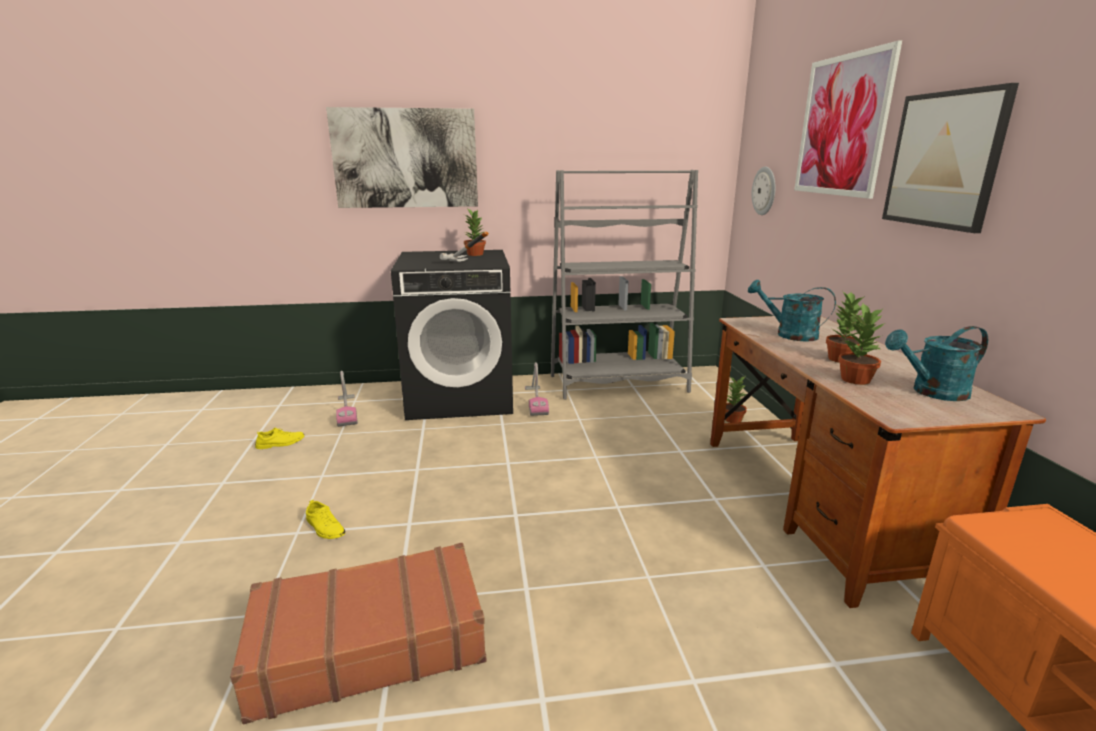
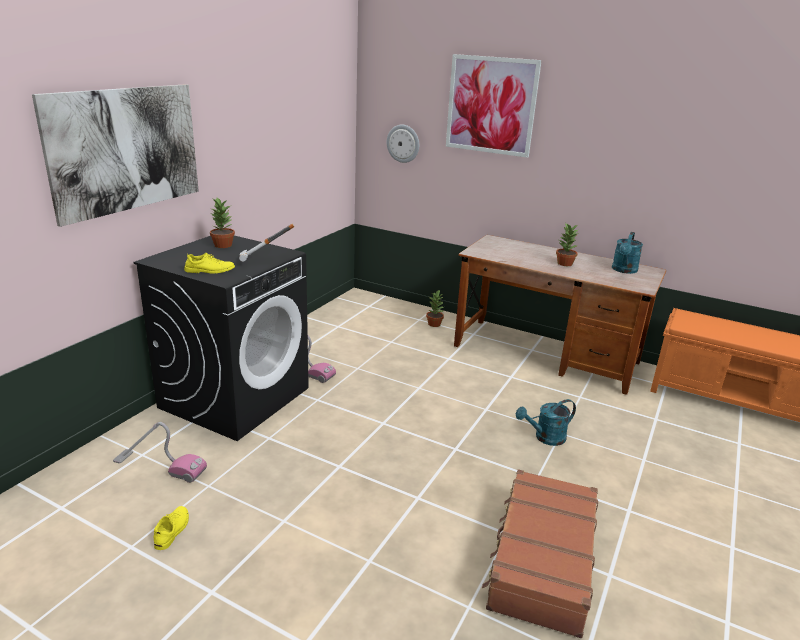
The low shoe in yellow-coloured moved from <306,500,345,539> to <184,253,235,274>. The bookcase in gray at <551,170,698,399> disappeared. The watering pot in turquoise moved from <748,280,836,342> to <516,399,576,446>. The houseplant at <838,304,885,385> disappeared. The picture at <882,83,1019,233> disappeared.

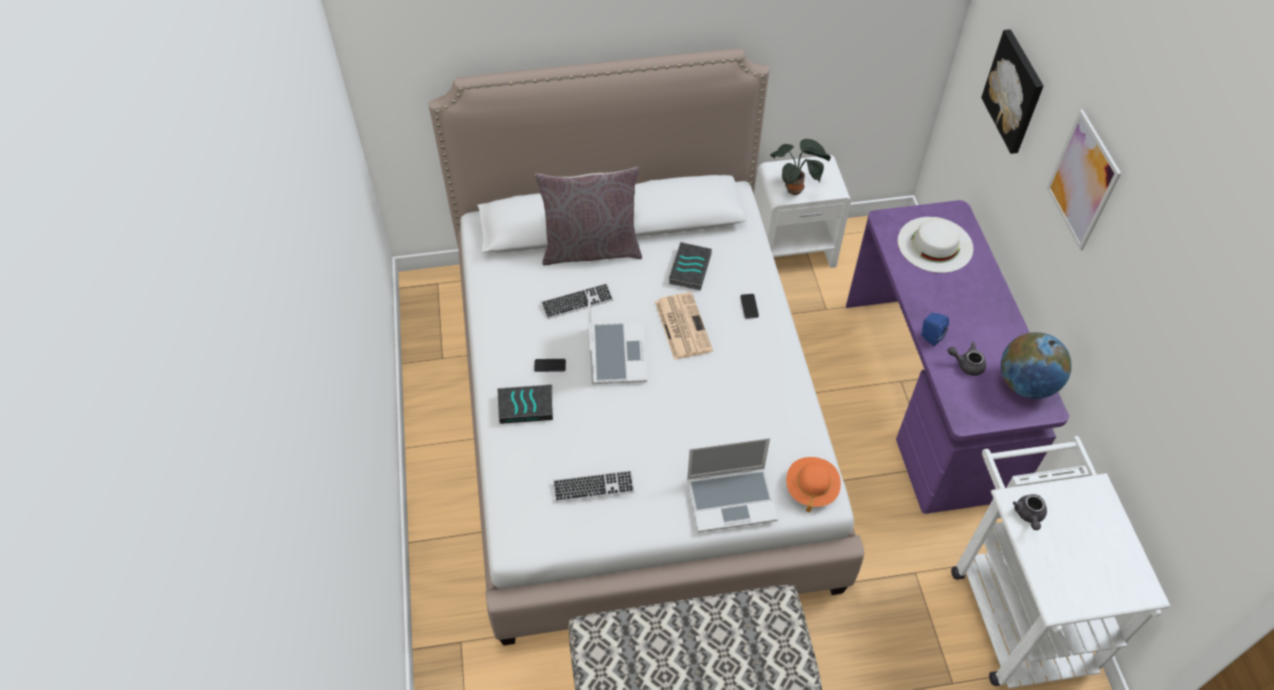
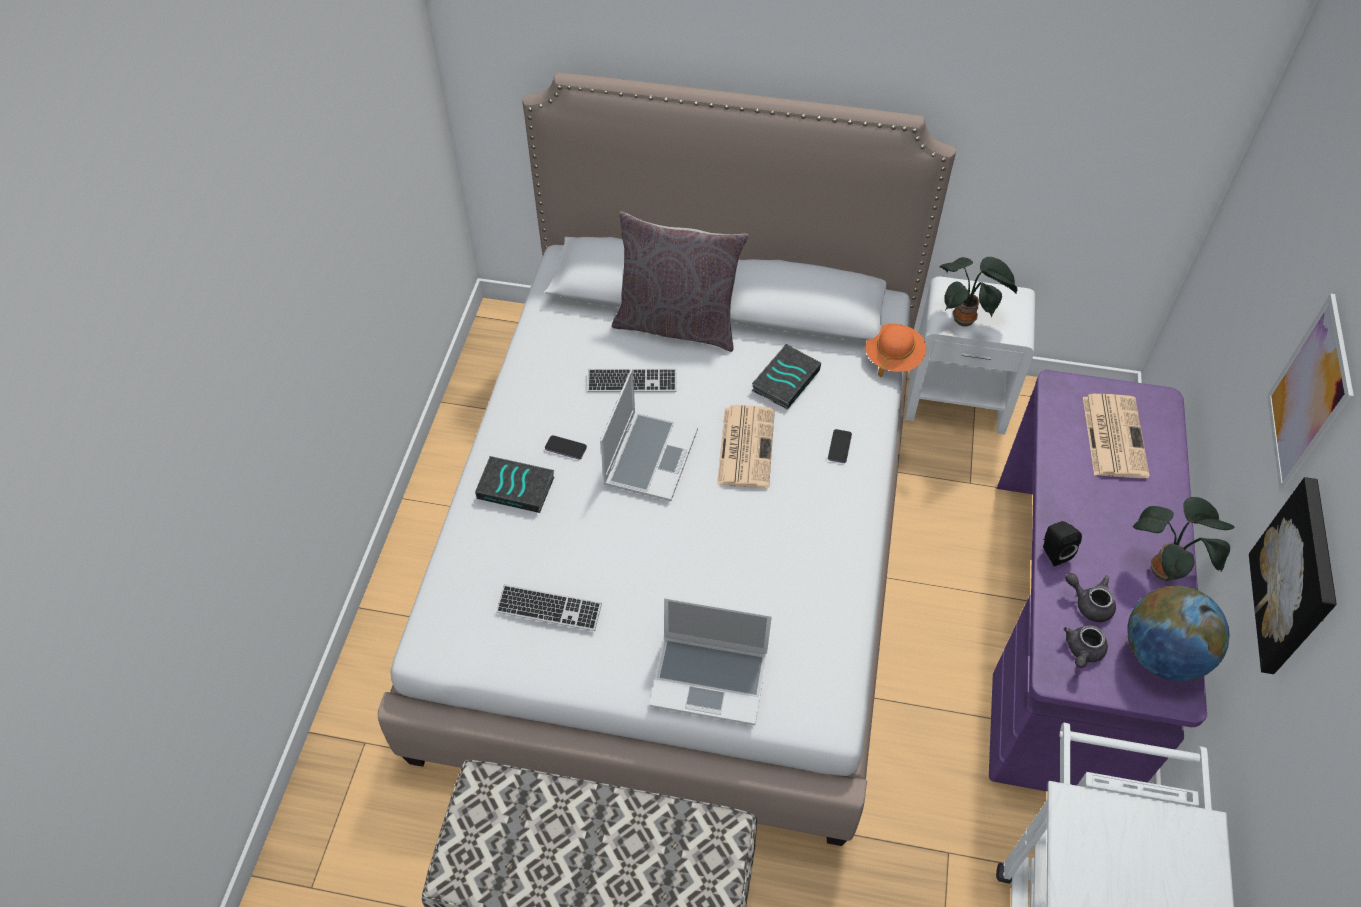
The wearable hat in orange-coloured moved from <786,457,841,512> to <866,324,926,377>. The wearable hat in whitish at <898,217,973,273> was replaced by the daily paper at <1083,394,1150,478>. The audio speaker in blue-coloured at <921,313,949,346> became the audio speaker in black-coloured at <1043,521,1082,566>. The picture moved from <981,29,1043,154> to <1249,477,1337,674>. The tea pot in gray moved from <1013,494,1047,530> to <1063,625,1108,668>. The houseplant at <1133,497,1234,581> appeared.

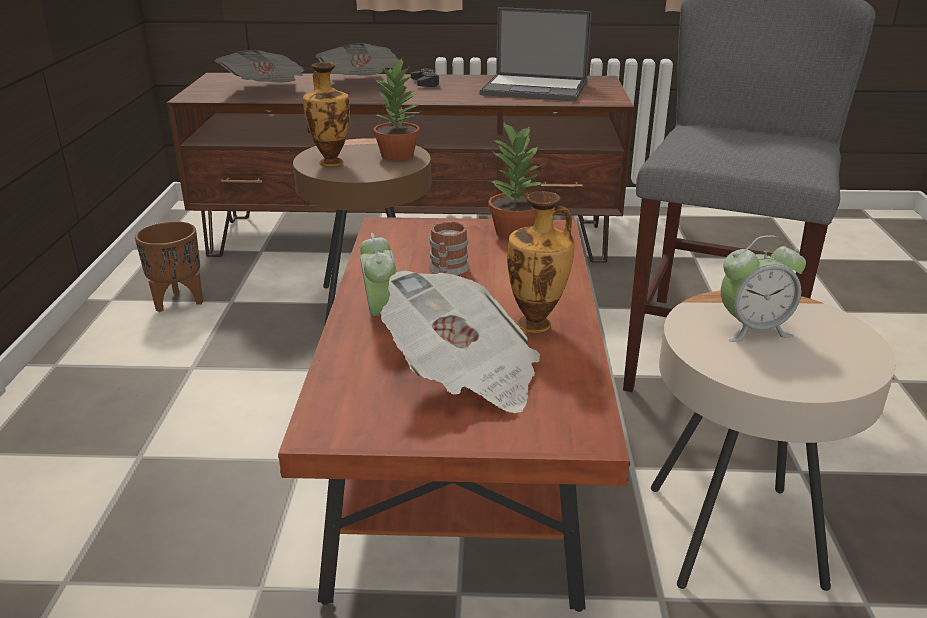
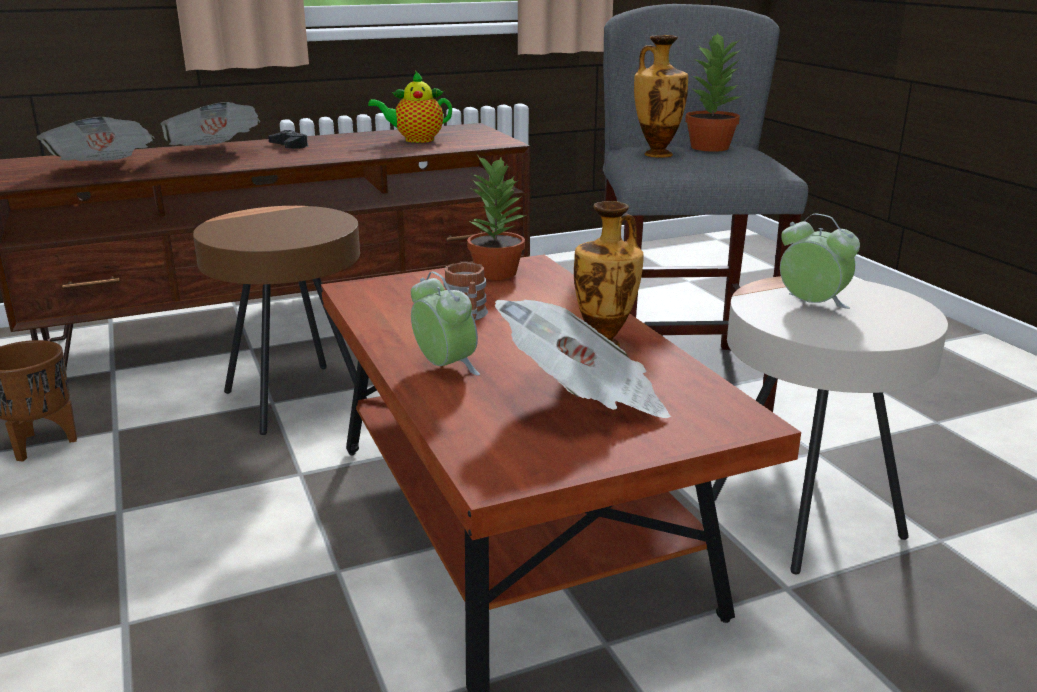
The vase moved from <303,62,350,167> to <634,35,688,158>. The houseplant moved from <373,58,420,161> to <685,32,742,152>. The portable computer at <480,7,592,101> was replaced by the tea pot at <368,71,452,143>. The table clock at <721,235,806,342> turned 105 degrees counterclockwise.

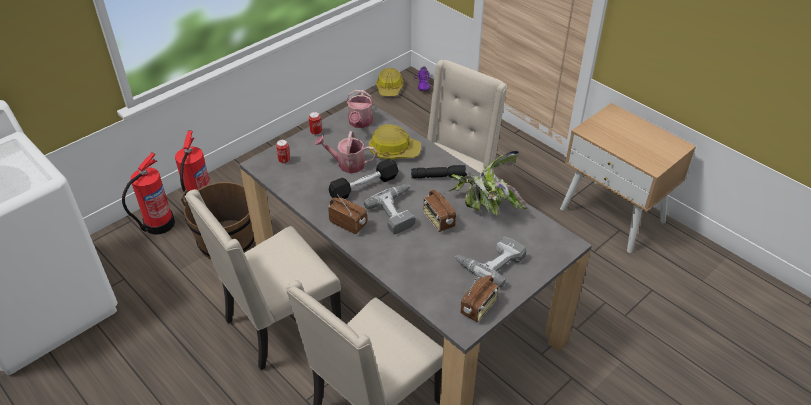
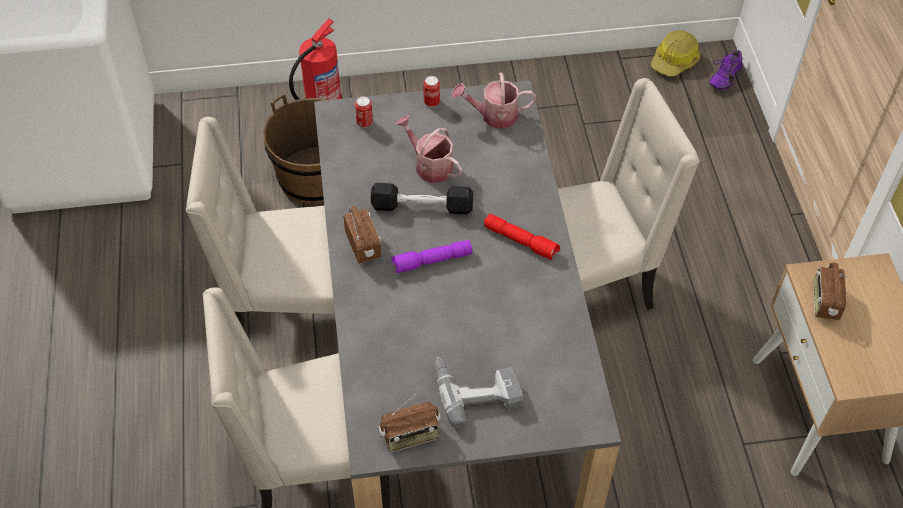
The extinguisher at <122,152,175,235> disappeared. The watering pot at <346,90,374,128> turned 45 degrees clockwise. The power drill at <364,184,416,234> was replaced by the torch in purple at <391,240,473,273>. The work helmet at <368,124,421,159> disappeared. The torch in black-coloured at <411,165,467,179> became the torch in red-coloured at <484,214,560,260>. The radio set moved from <423,190,456,232> to <813,262,850,320>. The houseplant at <449,151,528,216> disappeared.

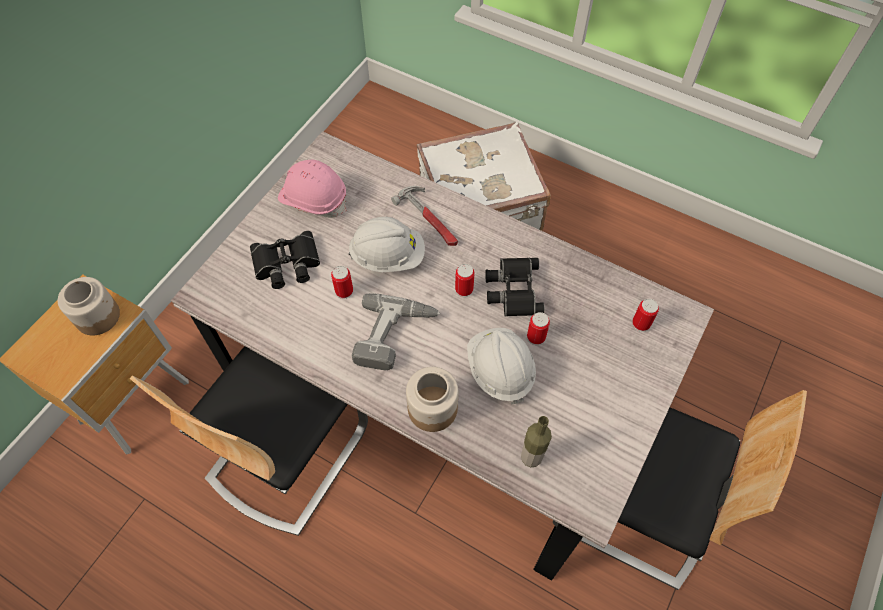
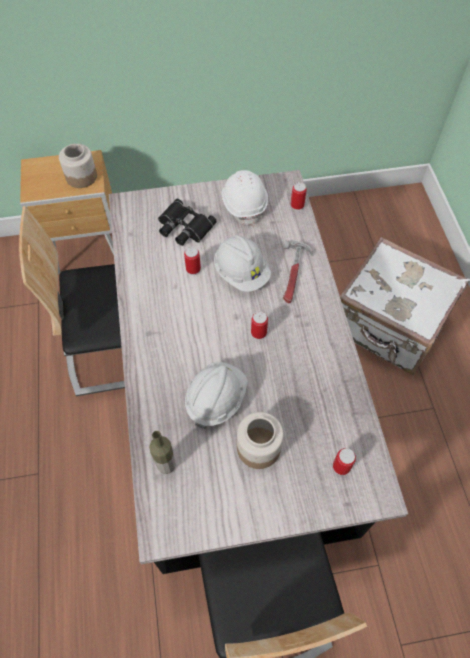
The work helmet in pinkish at <278,160,346,218> became the work helmet in whitish at <221,170,268,226>. The power drill at <352,293,440,370> disappeared. The storage jar moved from <406,367,458,432> to <237,412,284,469>. The field glasses in black-coloured at <485,258,545,316> disappeared. The metal can moved from <527,312,550,345> to <291,182,307,211>.

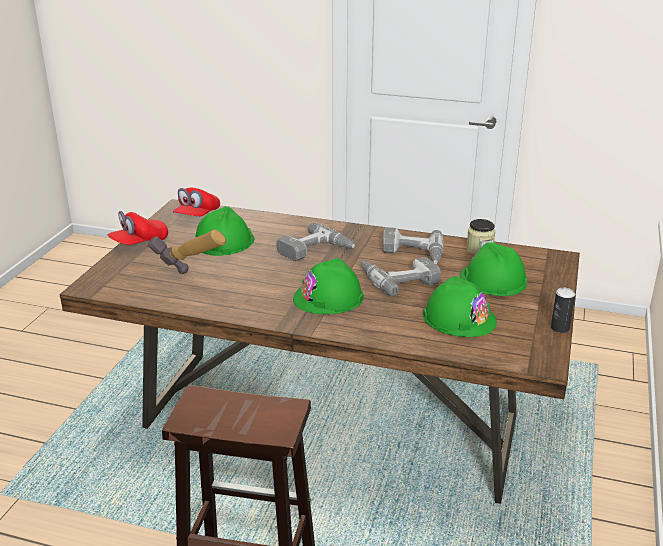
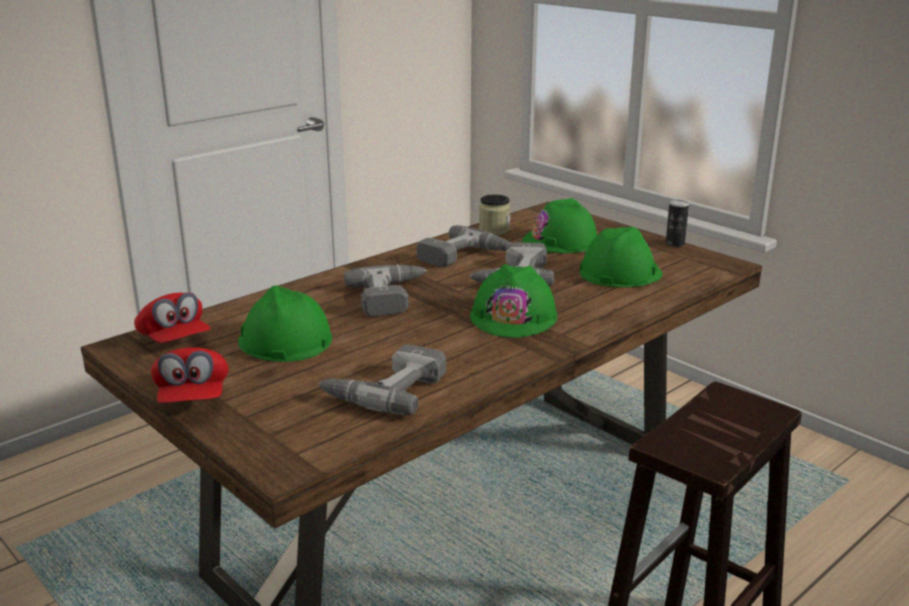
The tool hammer at <148,230,226,274> was replaced by the power drill at <319,344,446,415>.

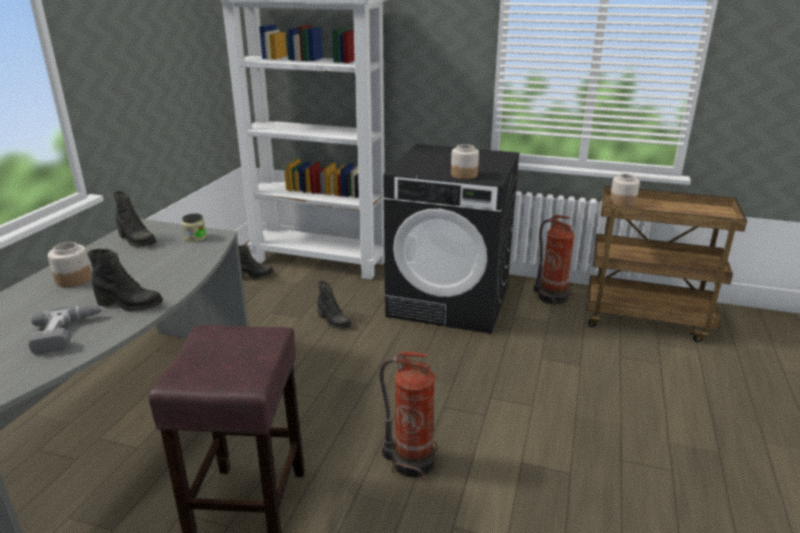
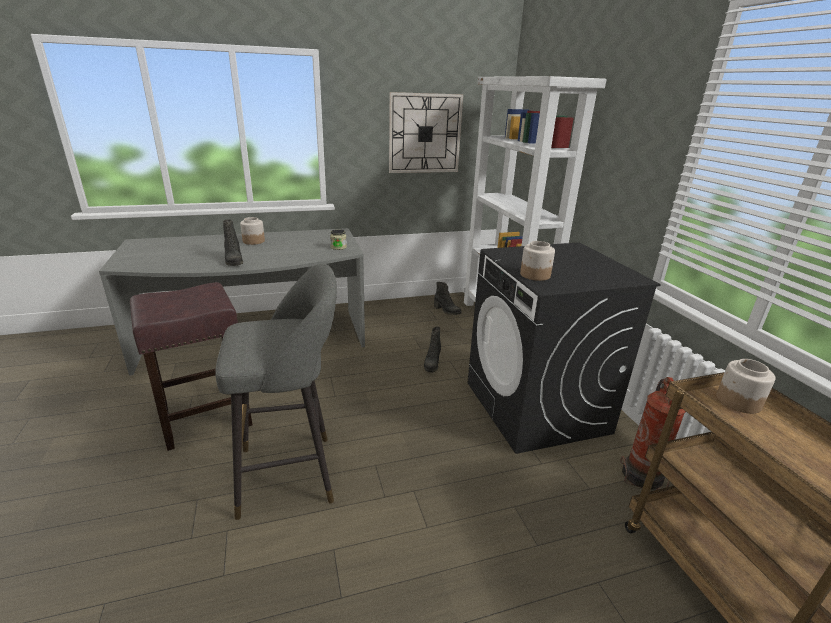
The power drill at <28,306,103,355> disappeared. The high-top boot in black-coloured at <113,191,156,247> disappeared. The extinguisher at <380,351,437,481> was replaced by the stool seat in gray at <215,263,337,520>. The wall clock at <389,92,463,173> appeared.

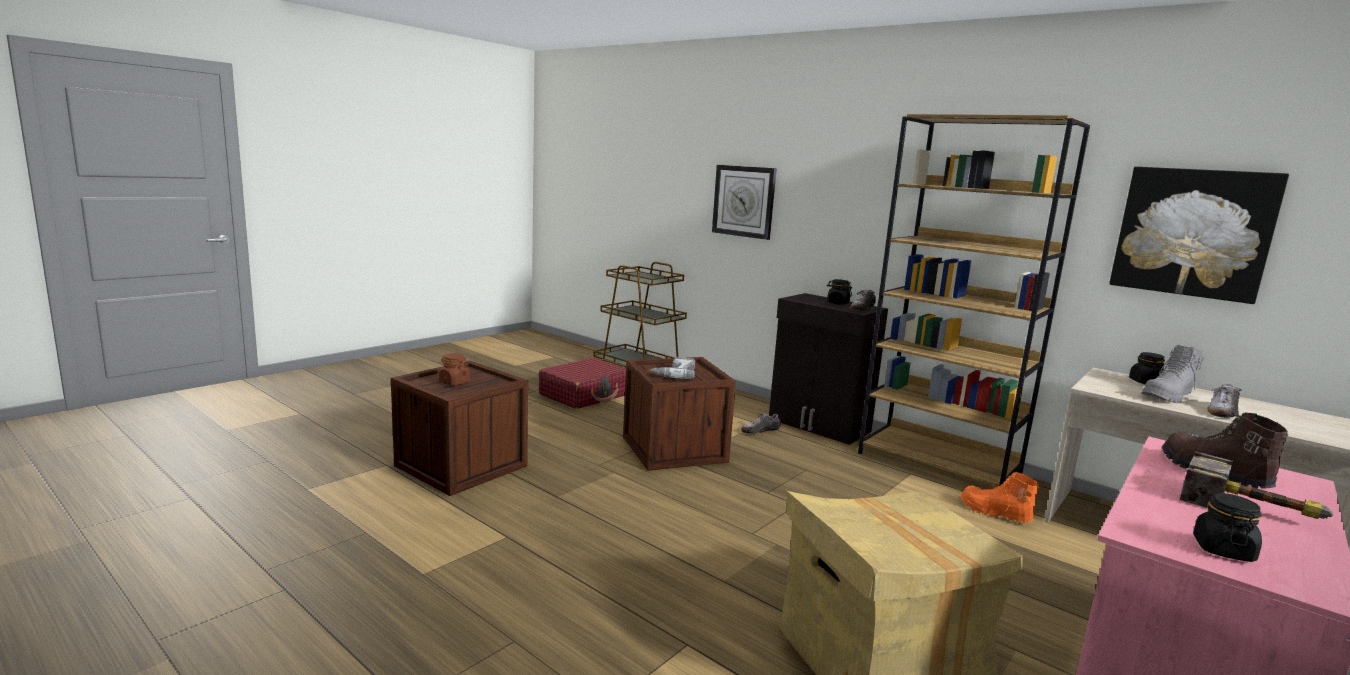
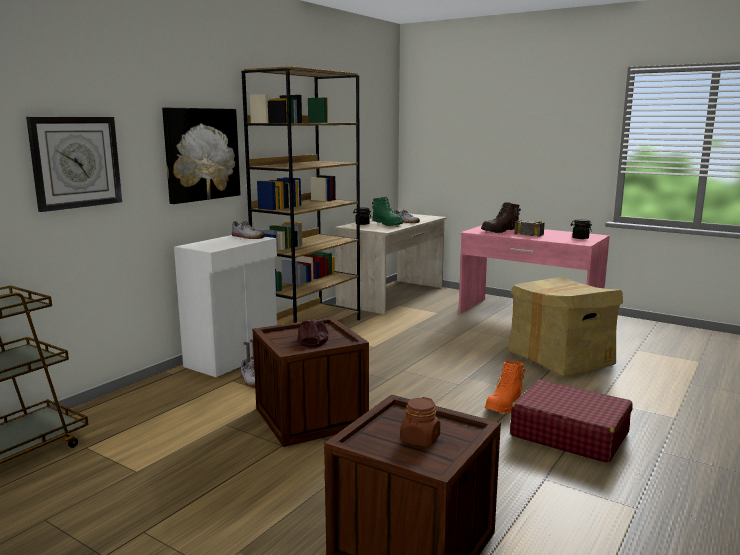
The travel case in red-coloured moved from <539,358,626,409> to <510,380,633,463>. The power drill at <650,357,695,379> was replaced by the baseball cap in brown at <297,319,329,348>. The cupboard in black-coloured at <769,293,888,445> became the cupboard in whitish at <174,235,277,377>. The storage jar in black-coloured at <827,279,852,304> disappeared. The high-top boot in orange-coloured moved from <961,472,1039,523> to <485,361,526,413>. The picture moved from <1109,167,1289,304> to <162,108,241,204>. The high-top boot in gray at <1141,345,1205,403> became the high-top boot in greenish at <372,196,403,226>.

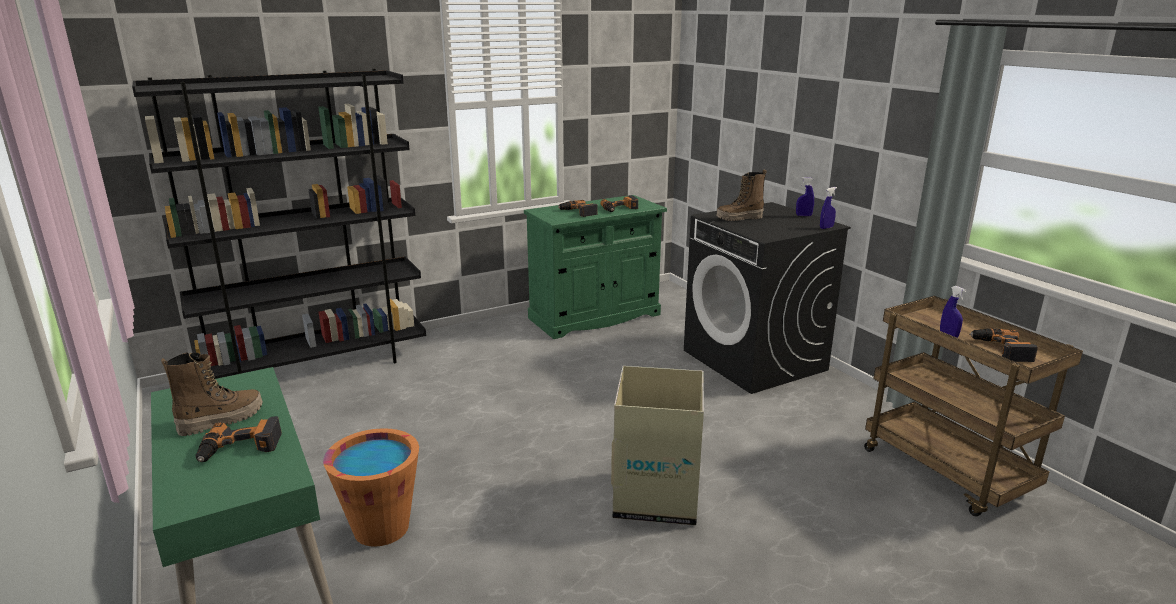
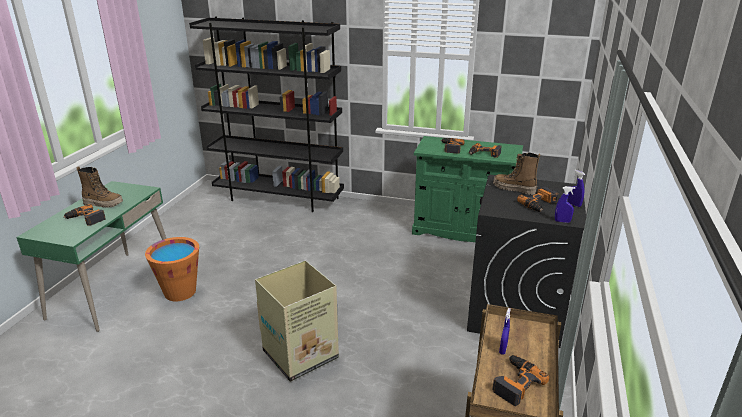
The power drill at <517,186,558,212> appeared.

